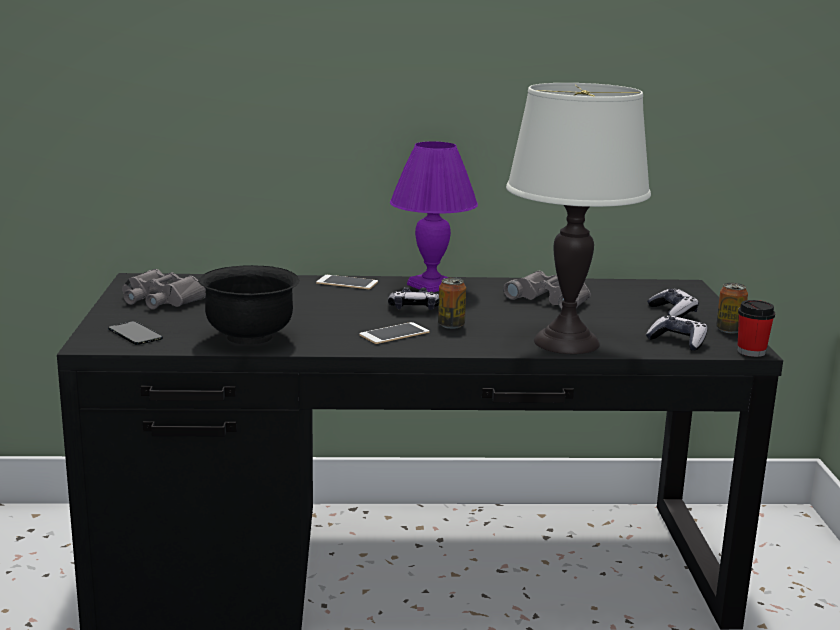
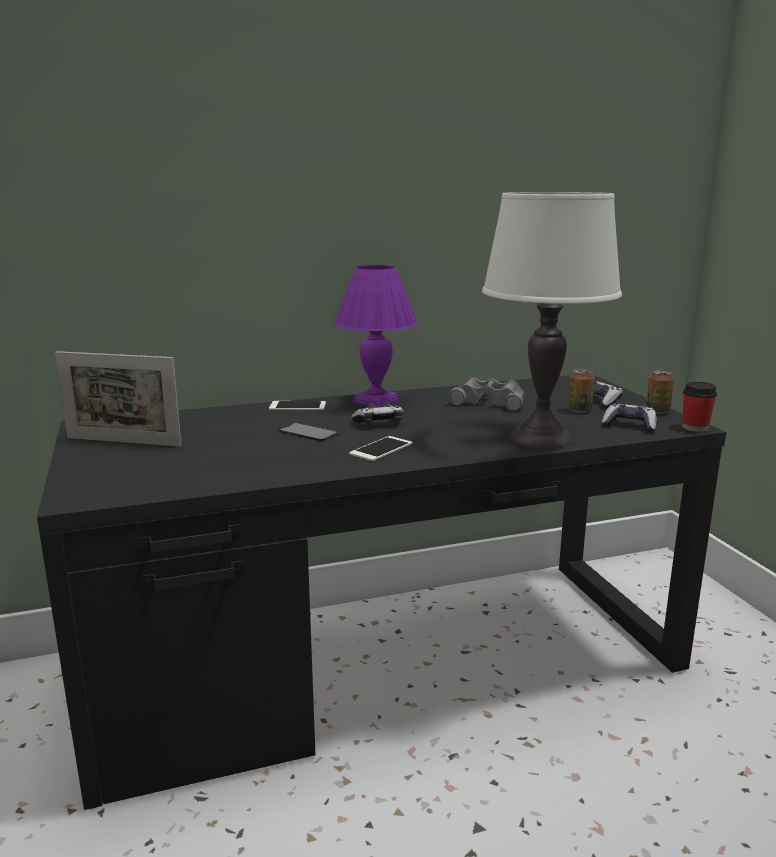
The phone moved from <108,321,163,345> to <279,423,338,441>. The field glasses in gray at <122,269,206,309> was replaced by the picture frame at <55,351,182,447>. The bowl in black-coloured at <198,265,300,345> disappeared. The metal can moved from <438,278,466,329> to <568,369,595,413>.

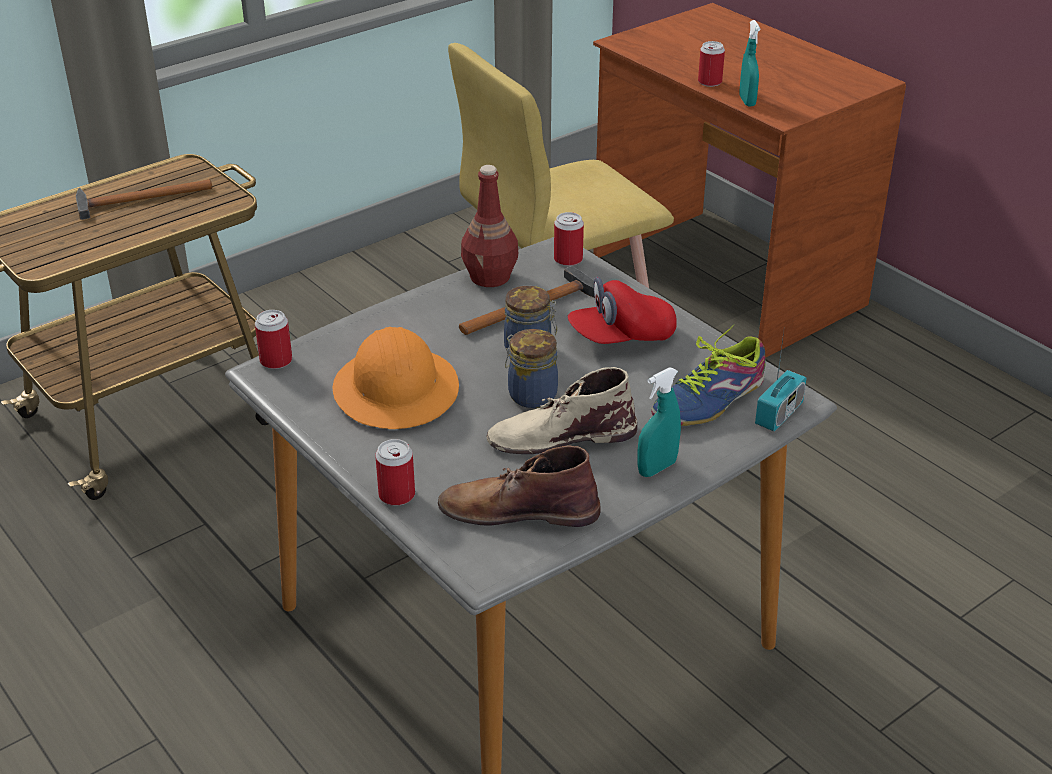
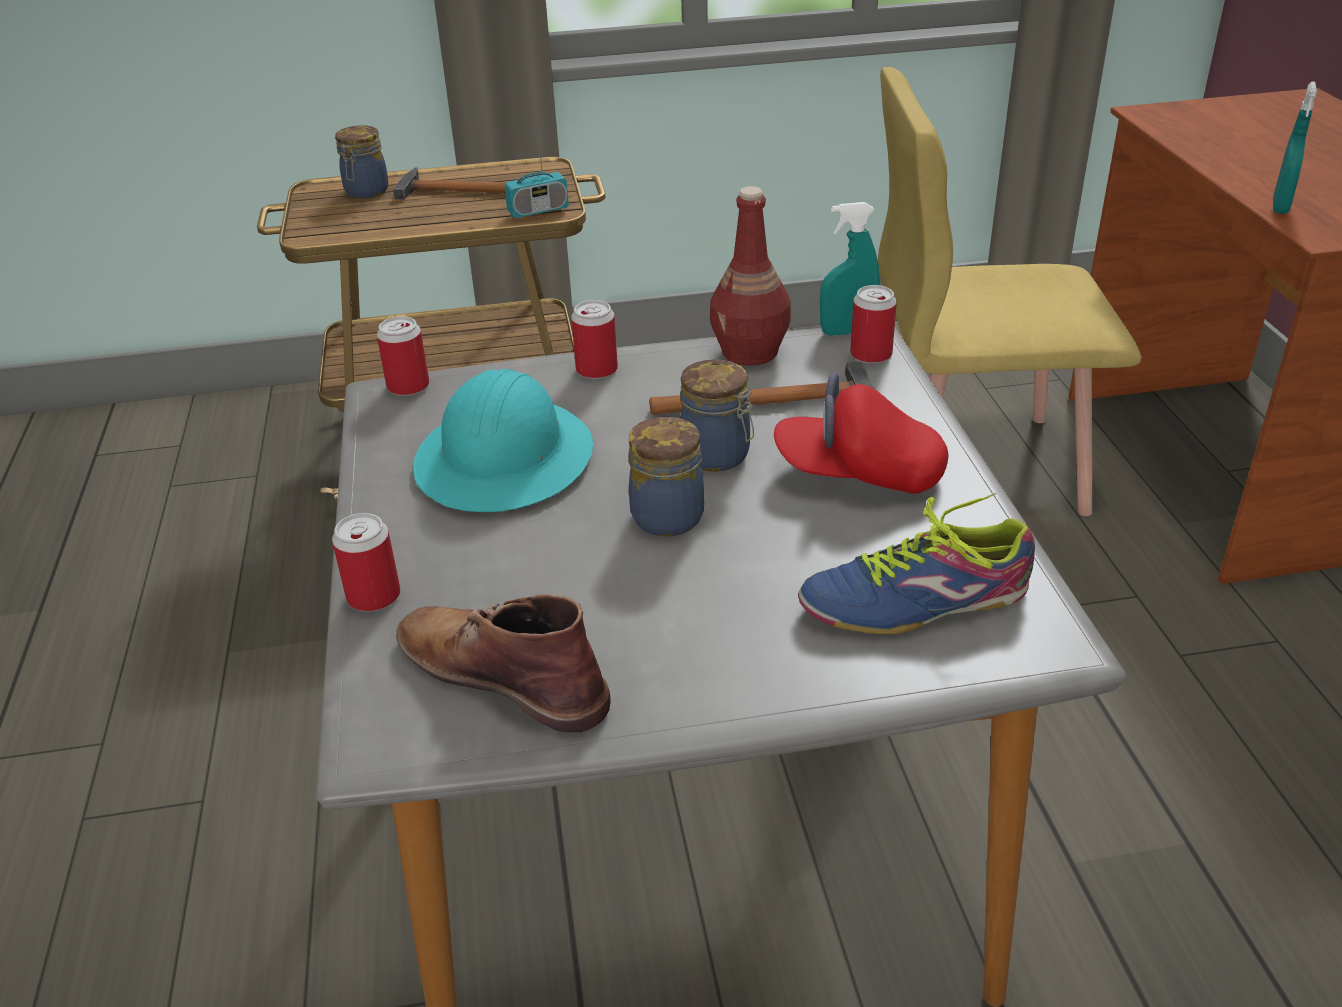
The work helmet in orange-coloured at <333,327,459,429> became the work helmet in turquoise at <413,369,593,512>. The high-top boot in beige at <487,367,637,454> disappeared. The spray bottle in turquoise moved from <637,367,681,477> to <820,202,880,336>. The metal can moved from <698,41,725,87> to <571,300,618,379>. The radio set moved from <755,332,806,431> to <505,123,569,218>. The storage jar at <335,125,388,198> appeared.

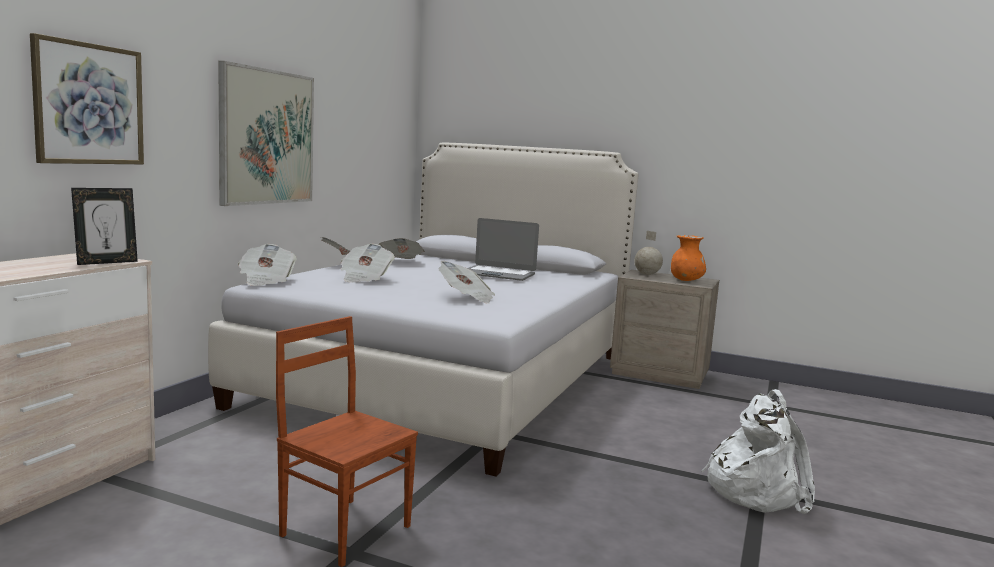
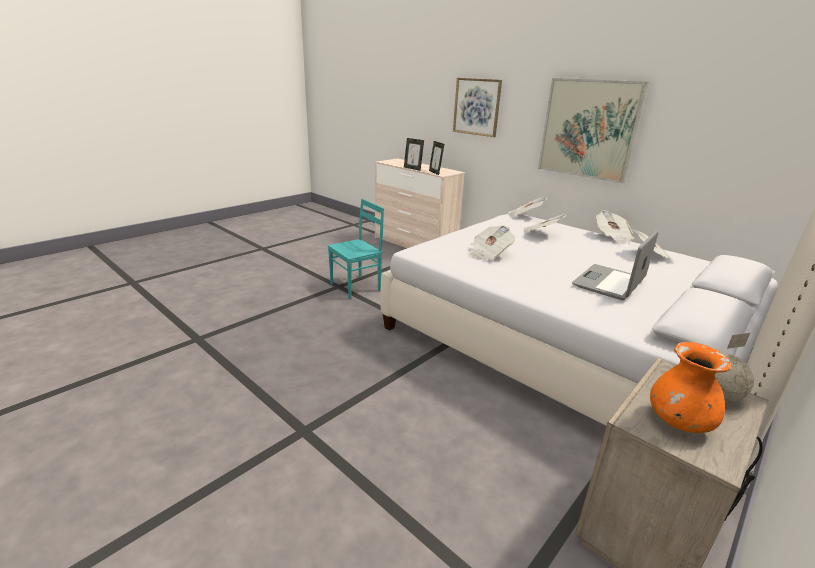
The upright chair in brown at <276,316,418,567> became the upright chair in turquoise at <328,199,384,299>. The backpack in whitish at <701,389,815,514> disappeared. The picture frame at <404,138,424,171> appeared.

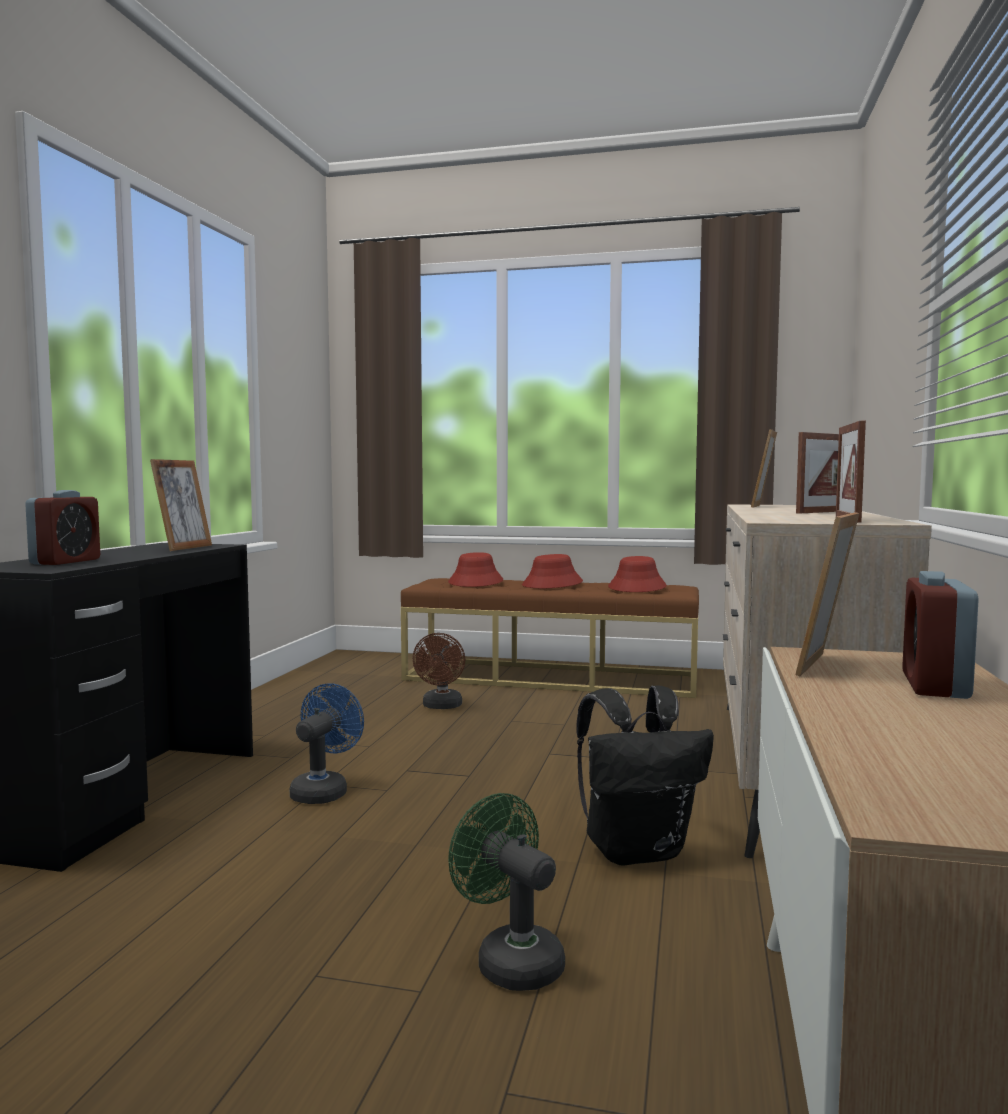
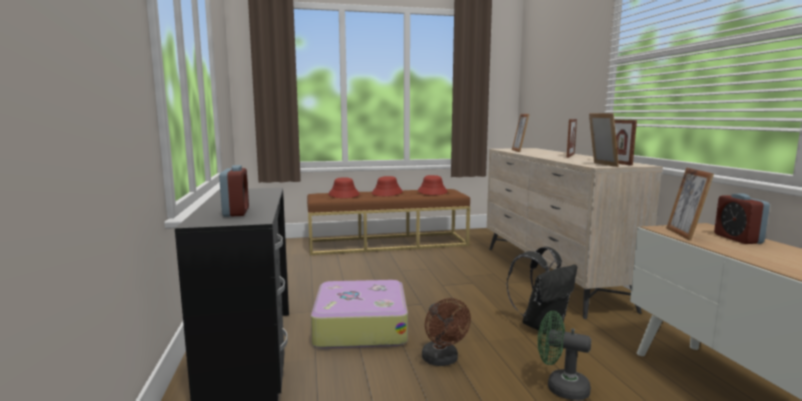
The picture frame moved from <150,459,212,551> to <589,113,619,167>. The cooling fan in blue-coloured at <289,684,364,804> was replaced by the travel case at <311,280,408,348>. The cooling fan in brown moved from <413,633,465,709> to <422,298,471,366>.

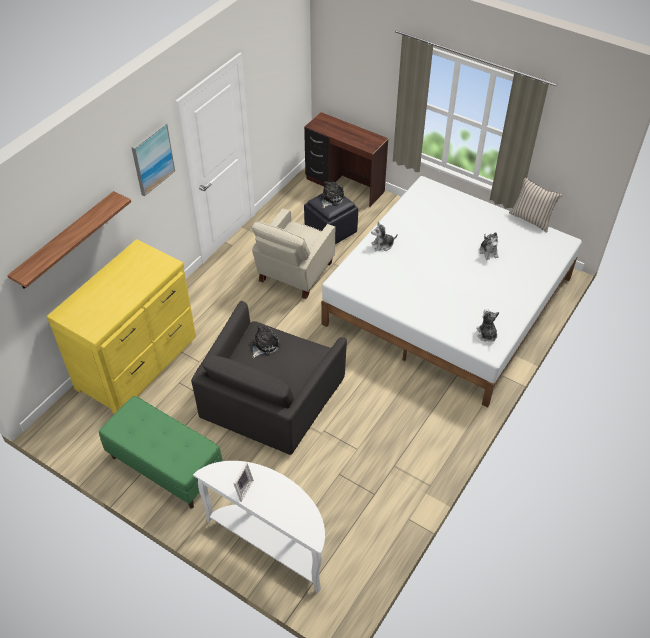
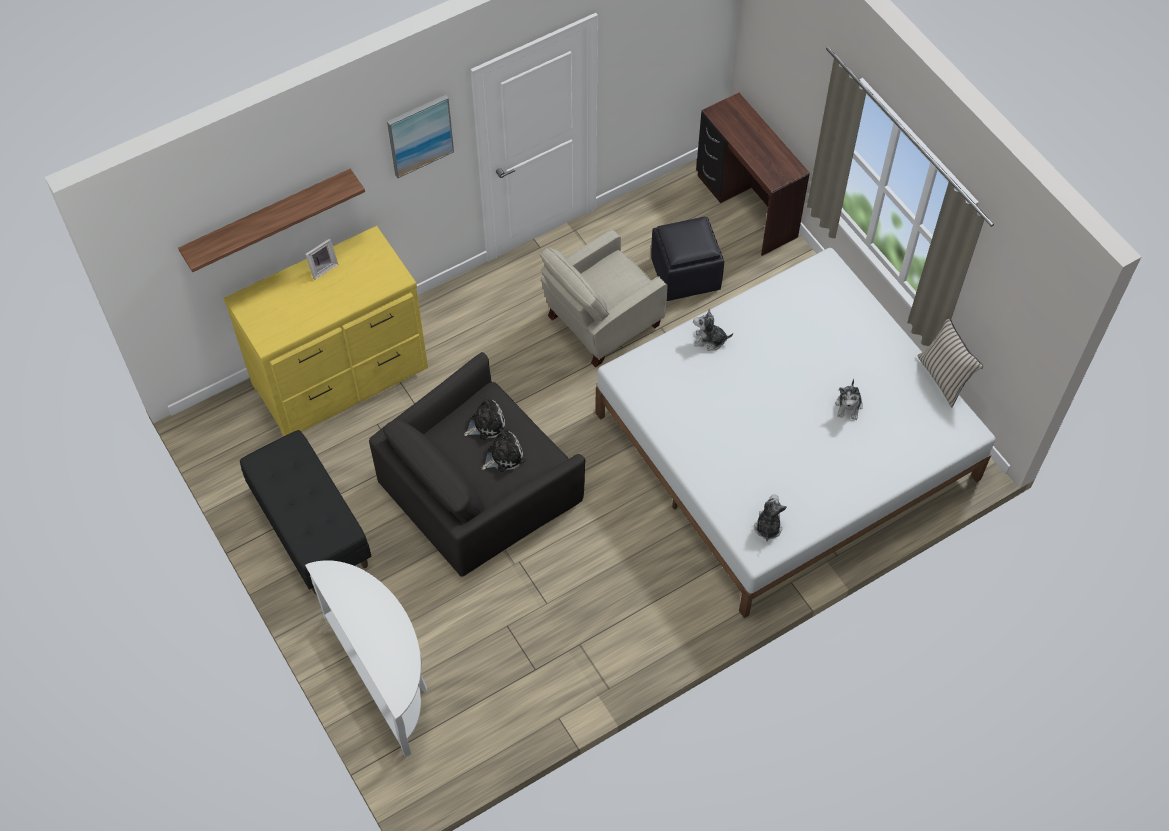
The long seat in greenish at <99,396,223,509> became the long seat in black-coloured at <240,430,371,594>. The picture frame moved from <233,462,254,502> to <305,238,339,280>. The cuddly toy moved from <320,181,345,208> to <481,428,525,472>.

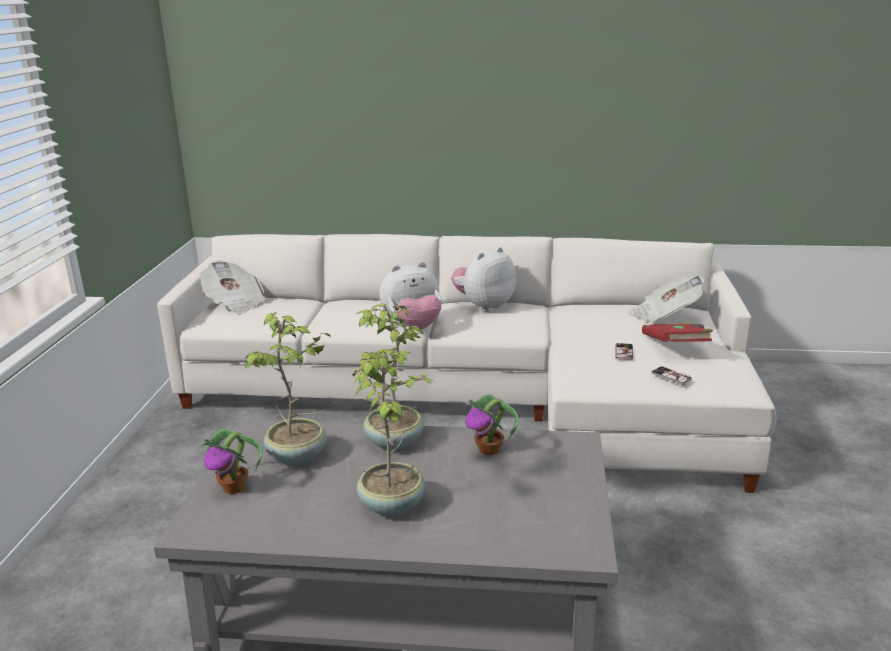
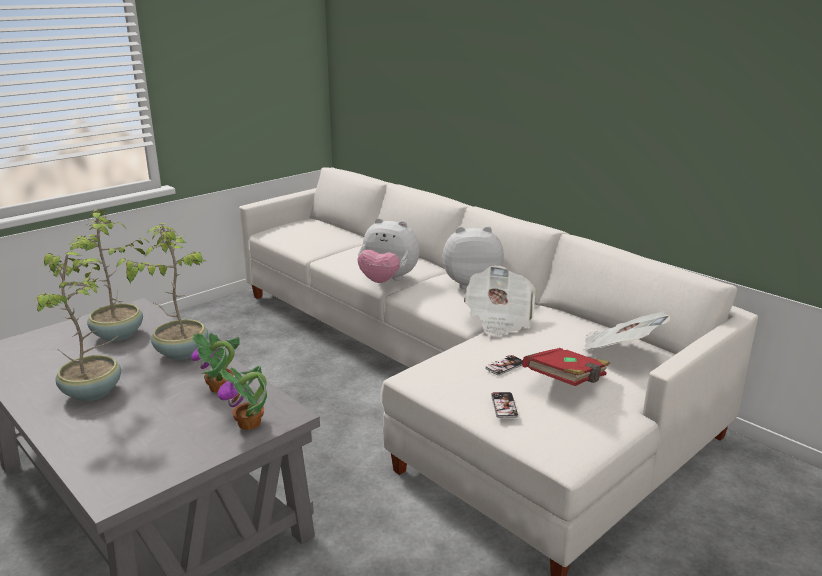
The daily paper moved from <199,261,266,314> to <464,266,536,336>. The houseplant moved from <201,429,262,494> to <218,366,267,430>.

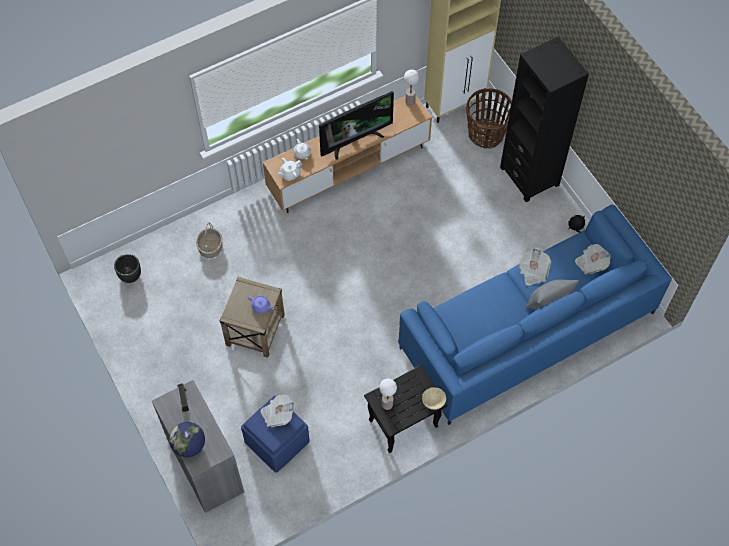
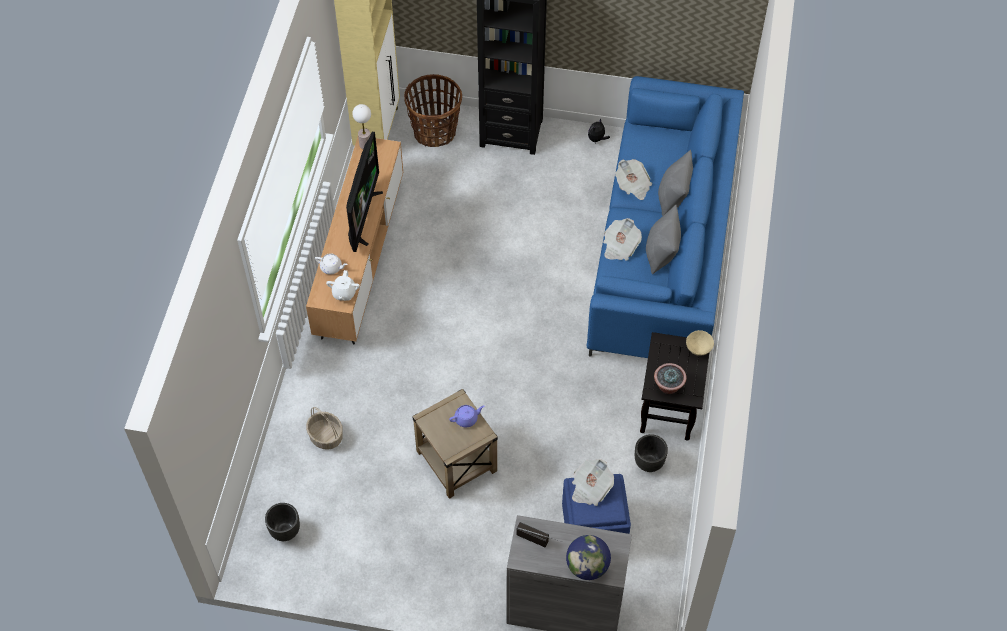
The lamp for a table at <379,379,397,410> was replaced by the houseplant at <654,363,687,394>. The daily paper moved from <575,244,611,275> to <603,218,642,260>. The flower pot in black-coloured at <635,434,668,472> appeared. The pillow in gray at <646,205,681,274> appeared.

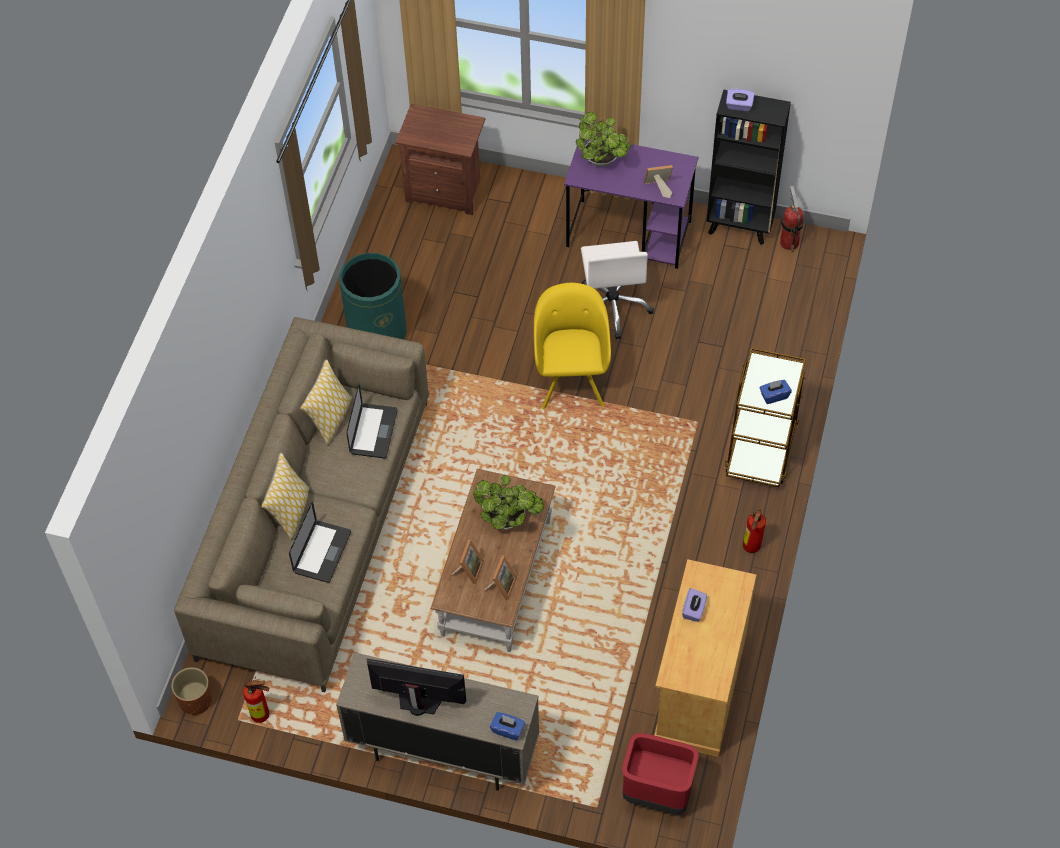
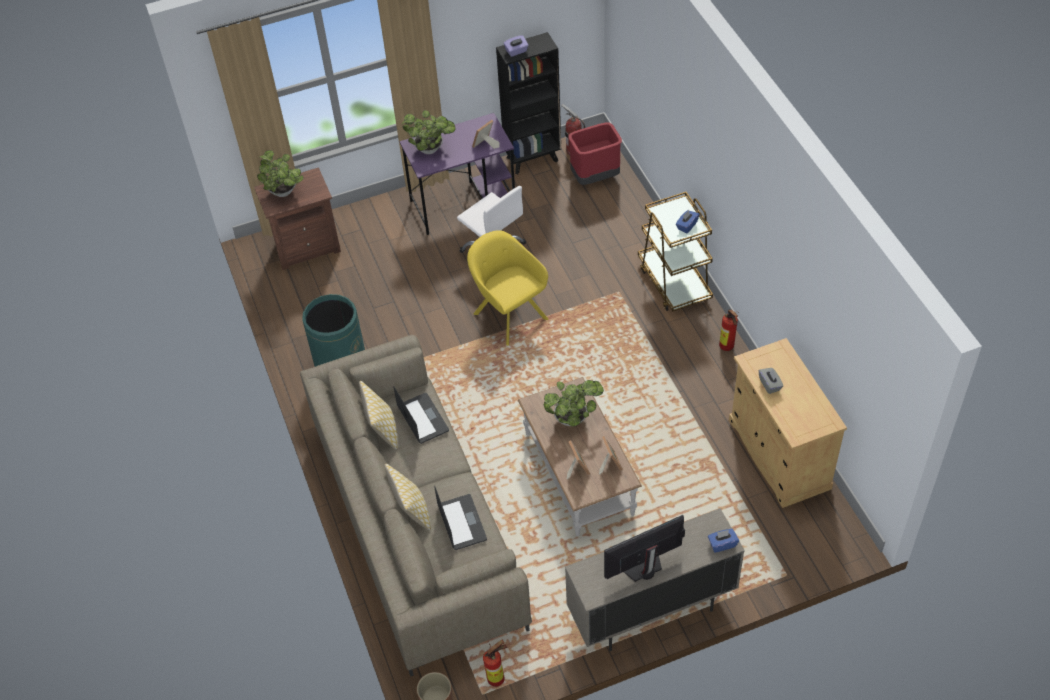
The trash can in red-coloured moved from <622,733,699,814> to <568,123,622,185>. The tissue holder in purple at <682,588,707,622> became the tissue holder in gray at <759,368,783,394>. The houseplant at <257,150,304,197> appeared.

